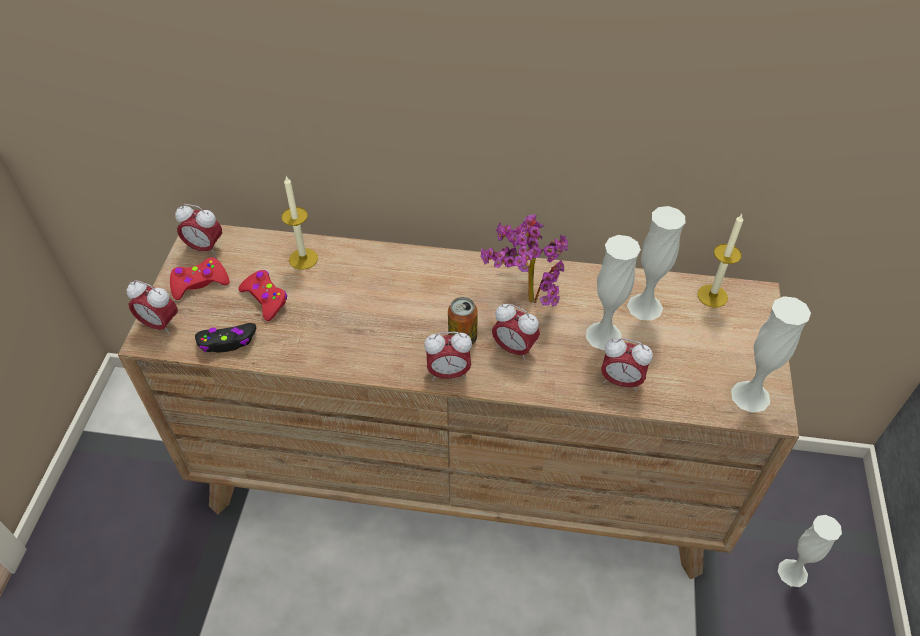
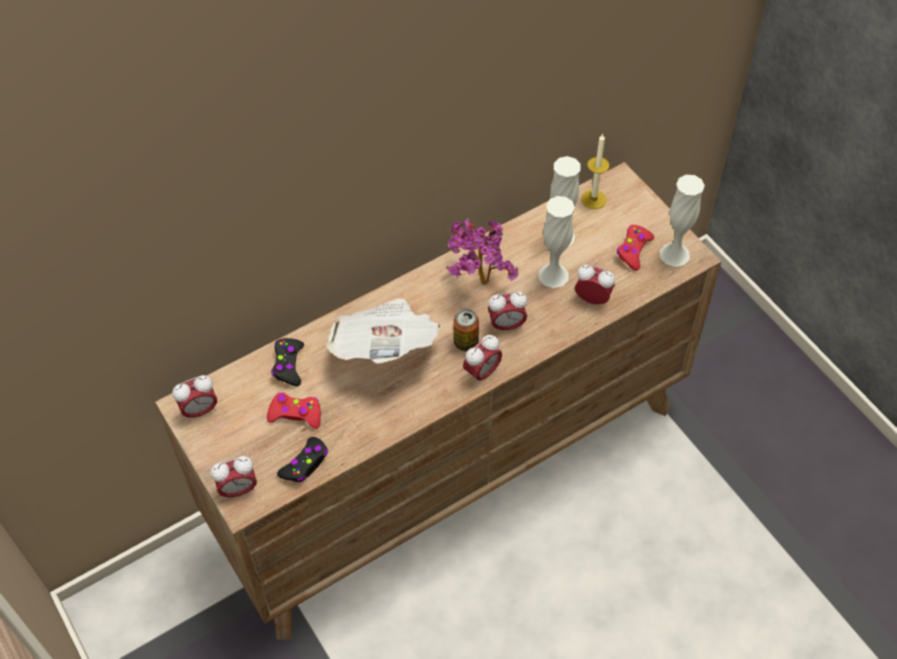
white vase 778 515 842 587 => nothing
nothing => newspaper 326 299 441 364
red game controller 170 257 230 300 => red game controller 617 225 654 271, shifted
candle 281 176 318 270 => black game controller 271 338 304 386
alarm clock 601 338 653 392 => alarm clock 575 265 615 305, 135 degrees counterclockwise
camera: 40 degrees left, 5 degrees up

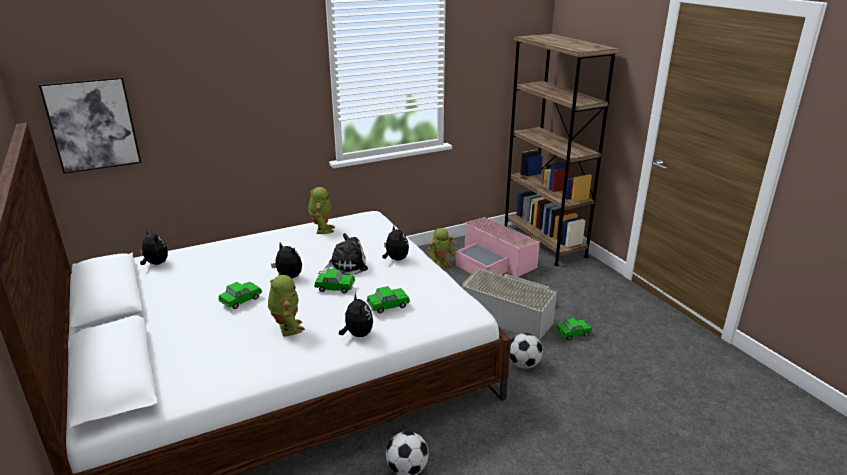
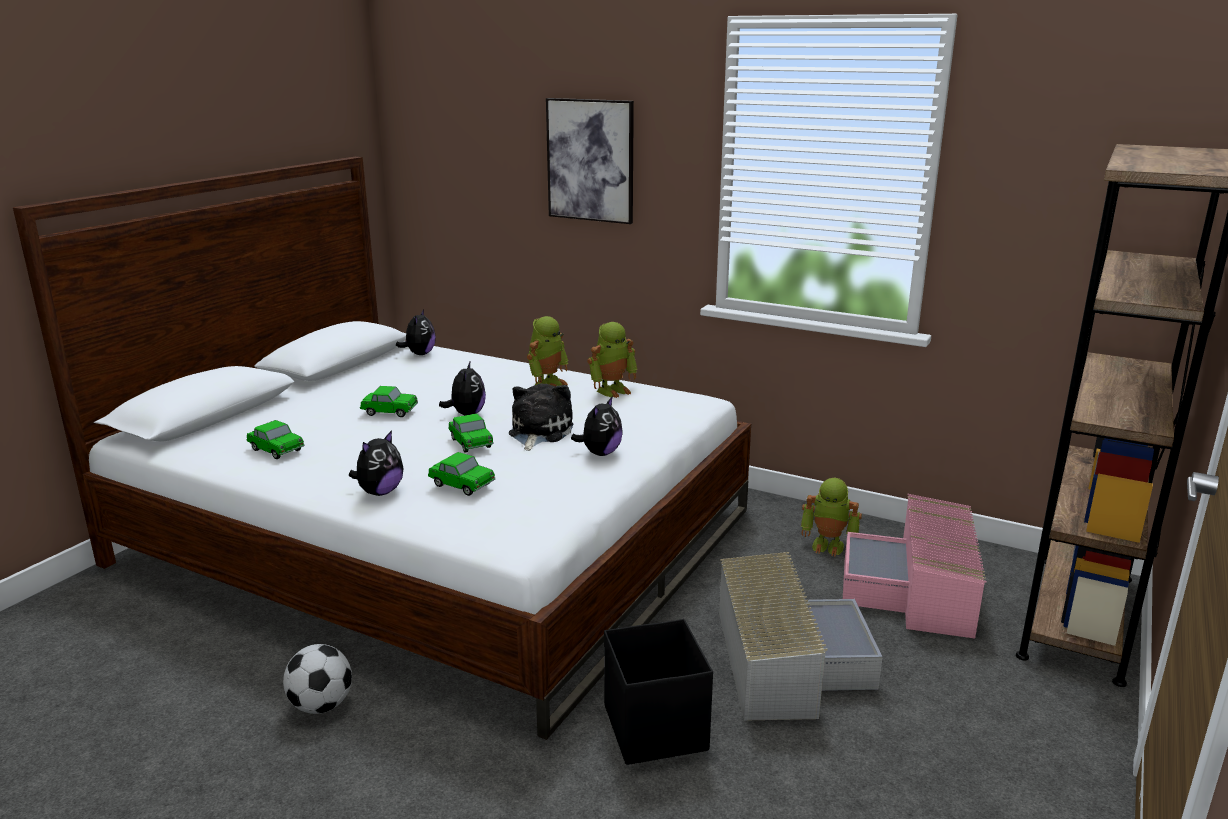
picture 39 77 141 174 => picture 546 98 634 224, shifted
toy robot 268 275 305 337 => toy robot 527 316 569 387, shifted
toy car 556 318 592 340 => toy car 247 420 305 459, shifted
football 510 333 543 369 => black storage box 604 619 713 765
plush toy 318 233 368 275 => plush toy 509 384 573 451, 105 degrees counterclockwise
camera: 55 degrees right, 5 degrees down

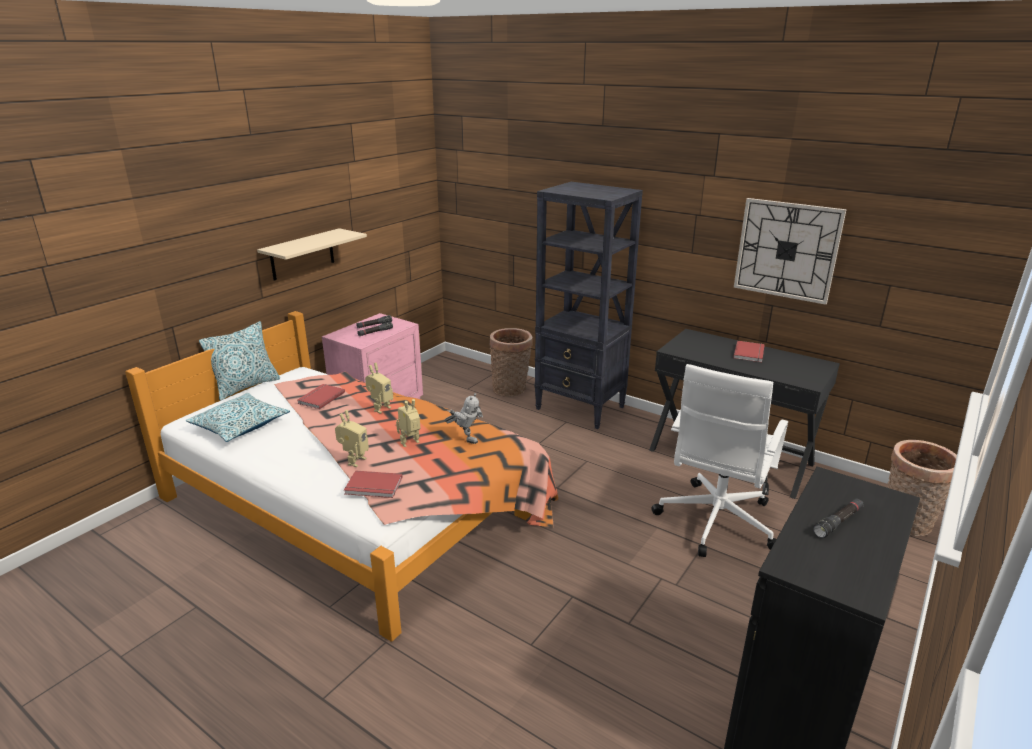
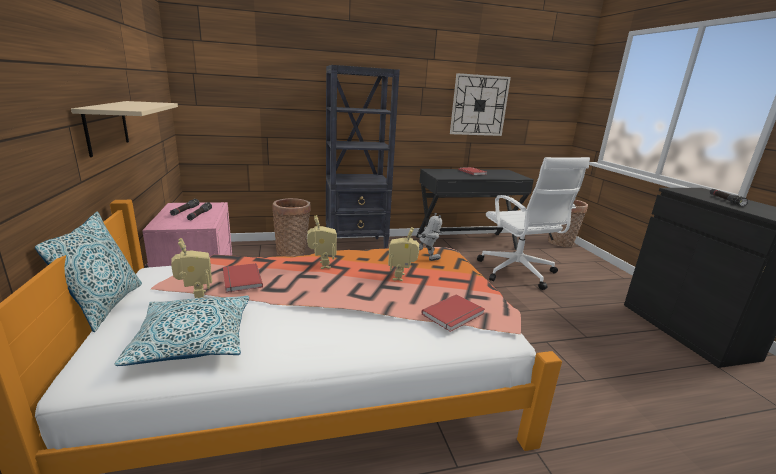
toy robot 335 410 369 467 => toy robot 171 238 212 298, shifted
camera: 50 degrees left, 5 degrees down

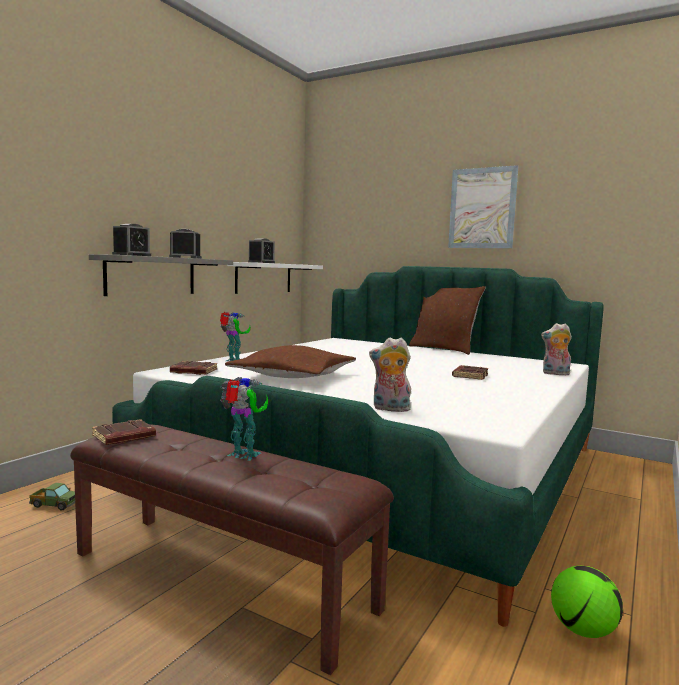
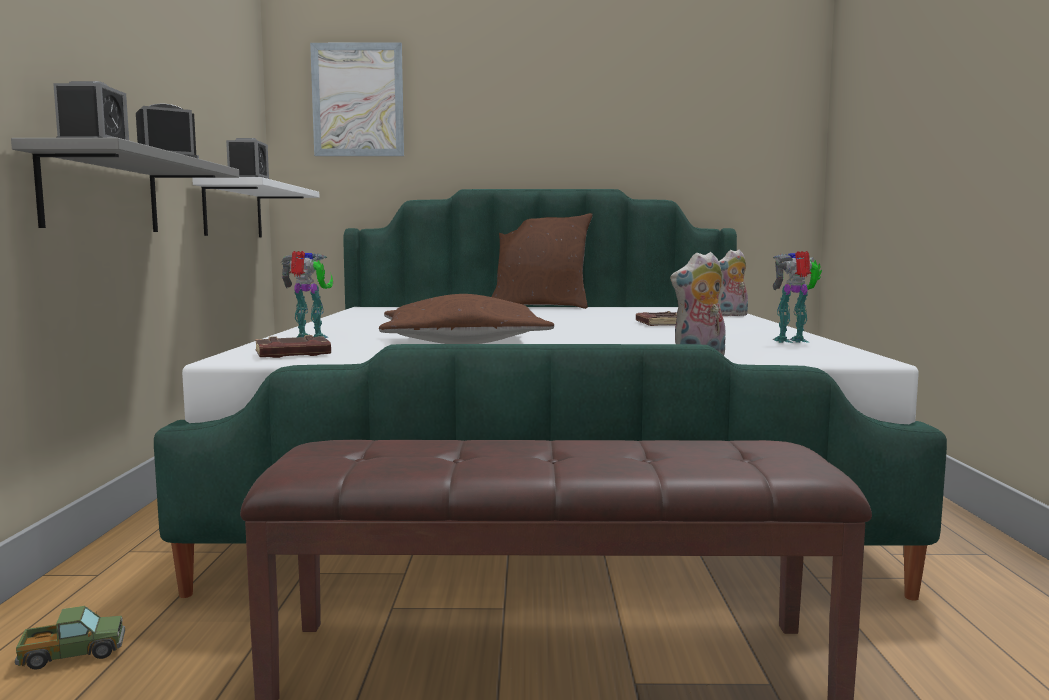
brown book 92 419 156 445 => nothing
football 551 566 623 638 => nothing
toy robot 221 377 268 461 => toy robot 772 251 822 343, shifted
picture 448 165 518 248 => picture 310 42 404 156, shifted
camera: 30 degrees left, 0 degrees up

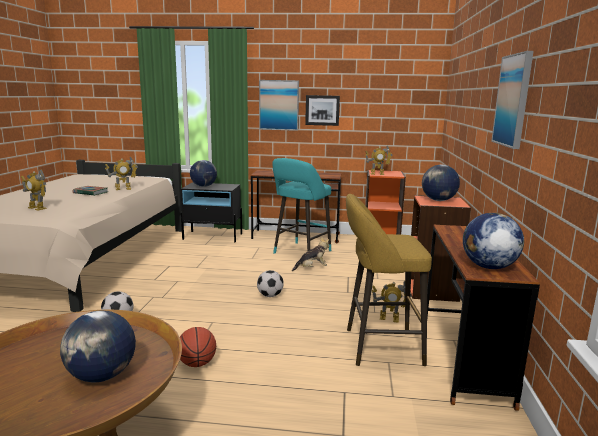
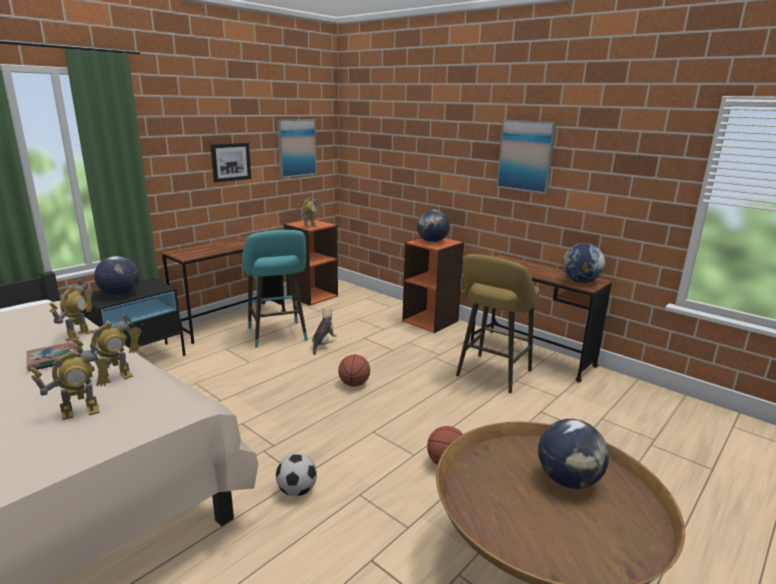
picture 259 80 299 131 => picture 277 119 317 178, shifted
toy robot 372 281 412 323 => toy robot 73 313 142 383, shifted
football 257 270 284 297 => basketball 338 354 370 387
camera: 55 degrees left, 5 degrees up

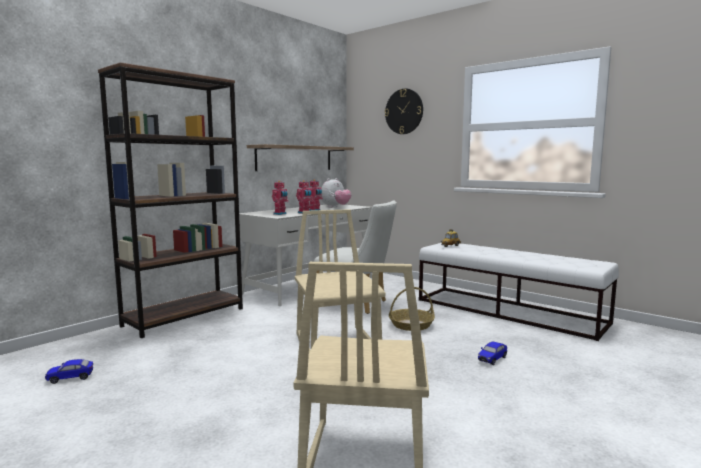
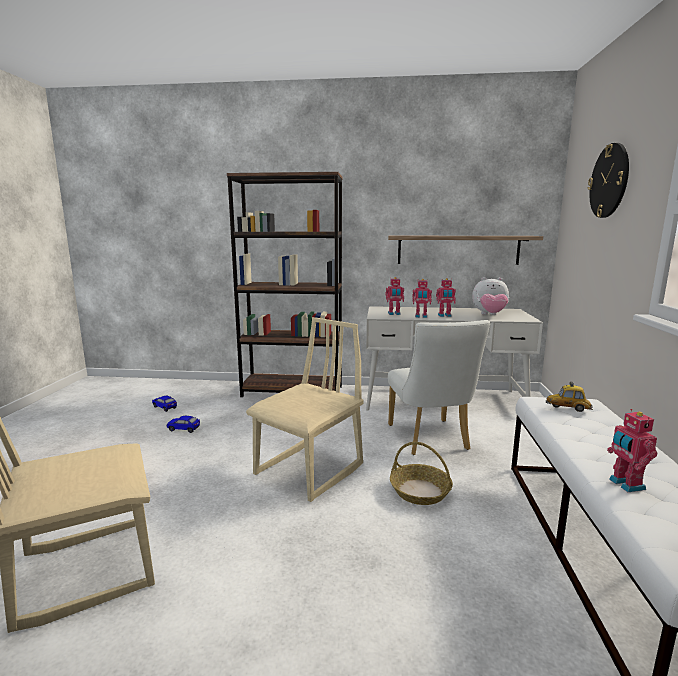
nothing => toy robot 607 409 657 492
toy car 478 341 507 365 => toy car 167 416 200 433, shifted
camera: 55 degrees right, 5 degrees up

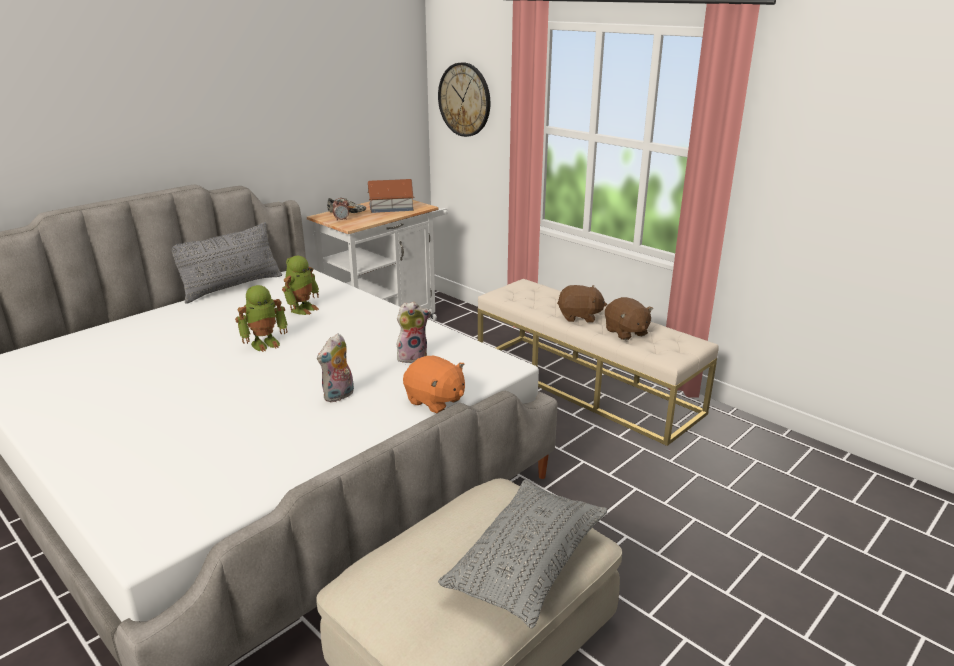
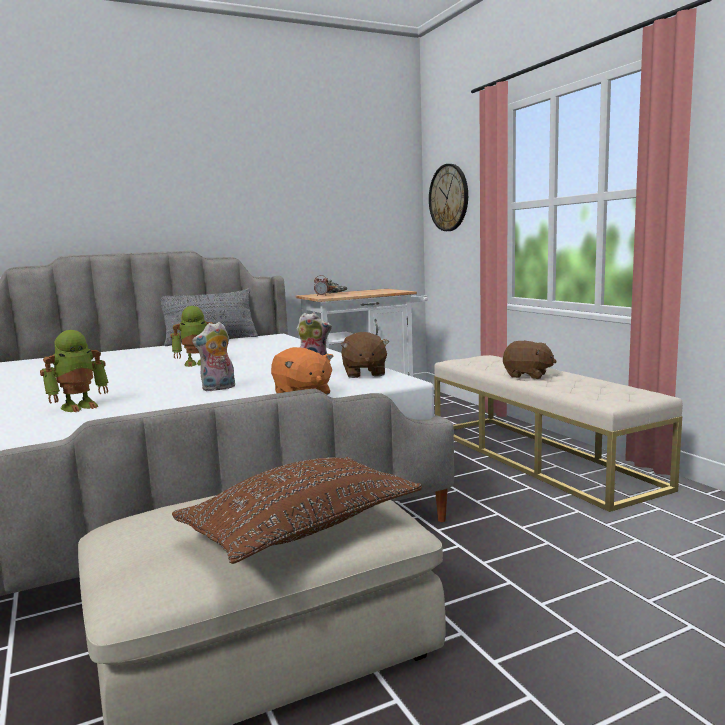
toy house 368 179 414 213 => nothing
toy robot 282 255 319 315 => toy robot 40 330 109 412, shifted
brown plush toy 605 297 653 340 => brown plush toy 341 332 389 378, shifted
grey pillow 438 480 607 628 => brown pillow 172 457 422 564
camera: 20 degrees right, 15 degrees down

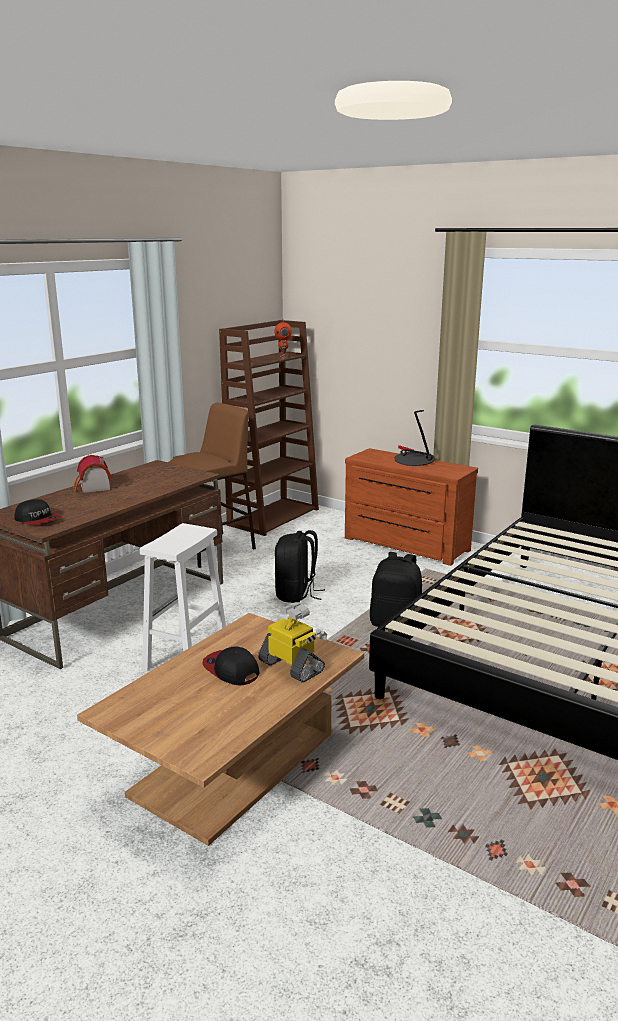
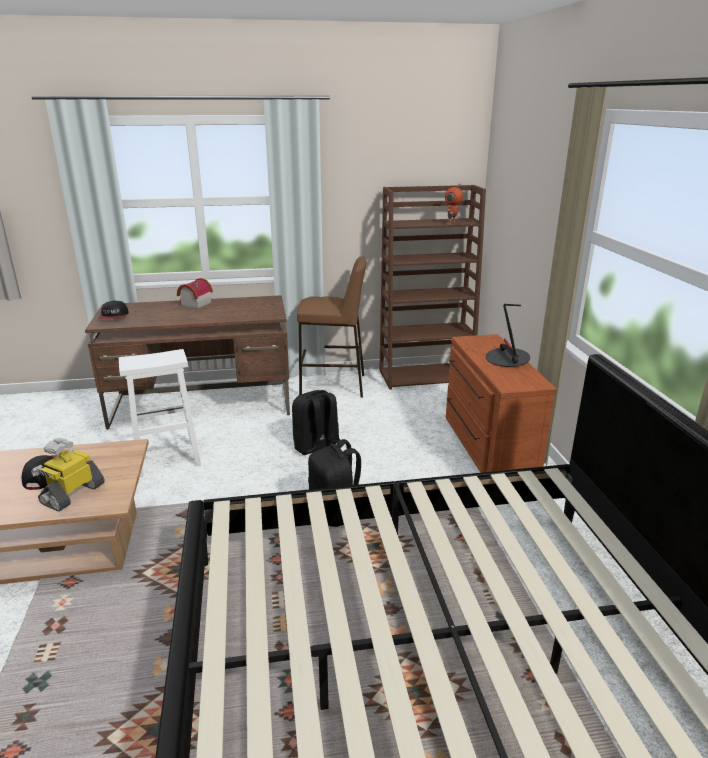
toy robot 258 602 327 682 => toy robot 31 438 105 511, 150 degrees counterclockwise
camera: 45 degrees right, 5 degrees up

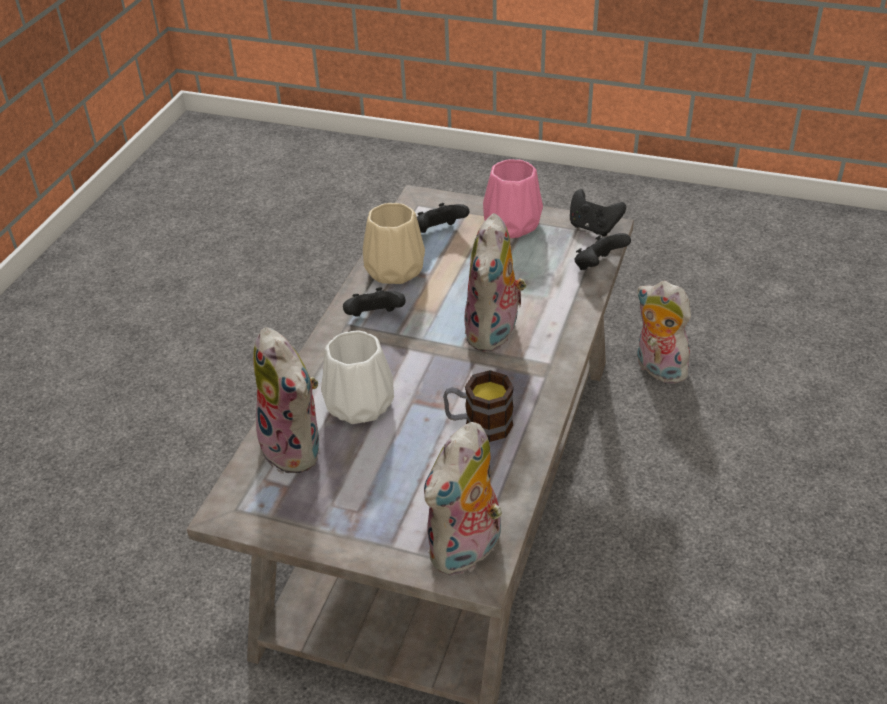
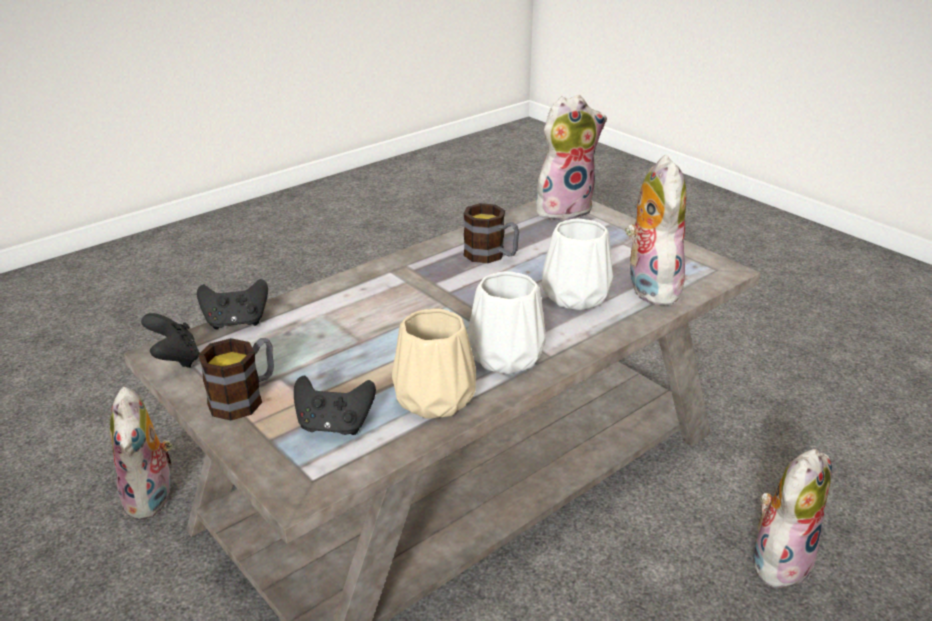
plush toy 464 213 527 352 => plush toy 752 449 832 588, shifted
black game controller 343 288 406 317 => white vase 468 271 546 374
pink vase 483 159 543 238 => mug 198 338 274 421
camera: 150 degrees left, 10 degrees down

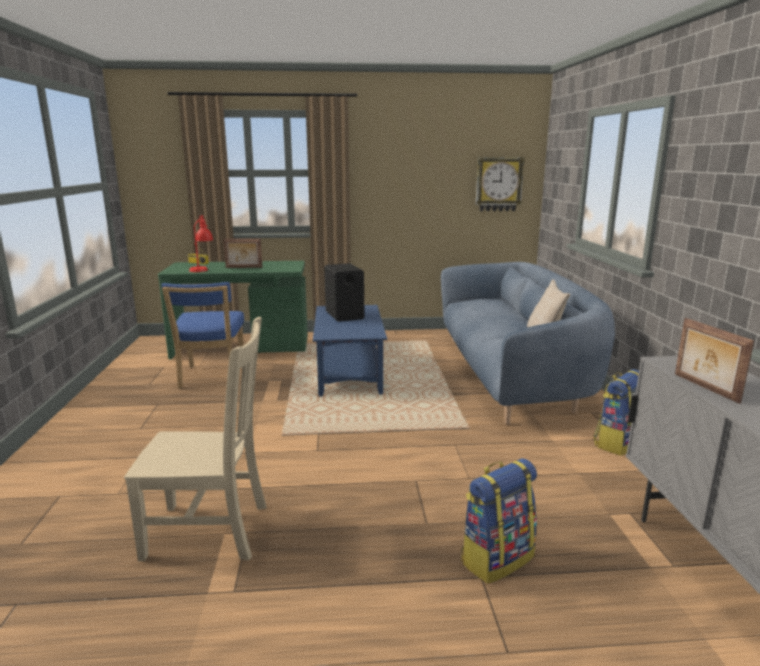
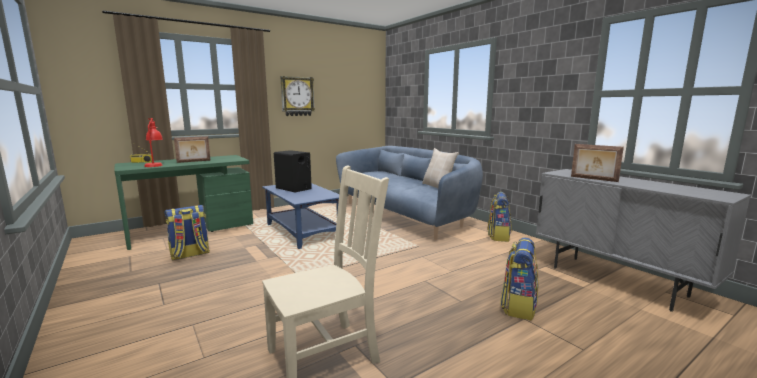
wall clock 475 157 525 211 => wall clock 280 76 315 116, shifted
blue chair 162 282 244 388 => backpack 164 205 210 260
camera: 30 degrees left, 5 degrees down

